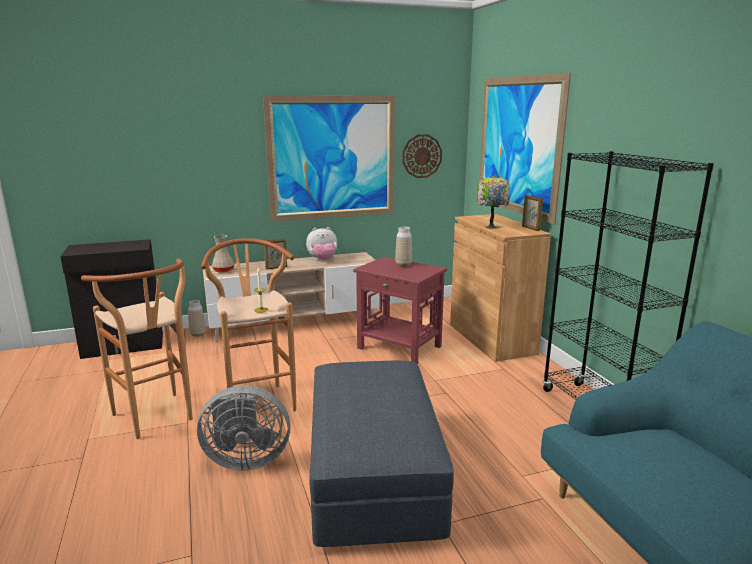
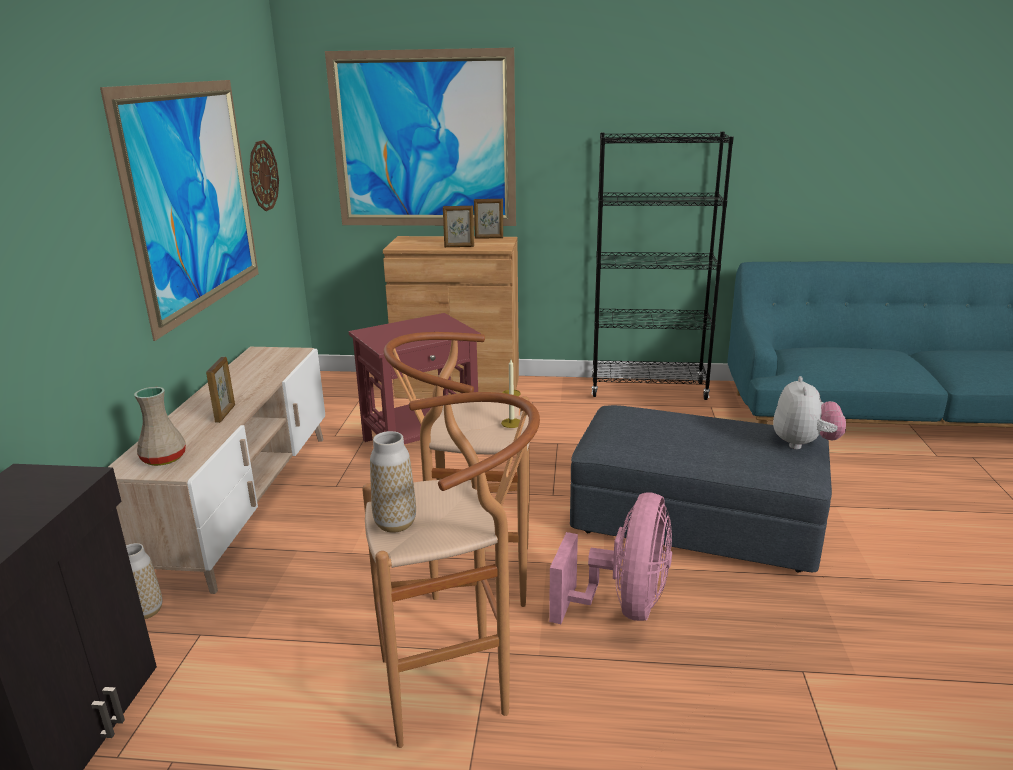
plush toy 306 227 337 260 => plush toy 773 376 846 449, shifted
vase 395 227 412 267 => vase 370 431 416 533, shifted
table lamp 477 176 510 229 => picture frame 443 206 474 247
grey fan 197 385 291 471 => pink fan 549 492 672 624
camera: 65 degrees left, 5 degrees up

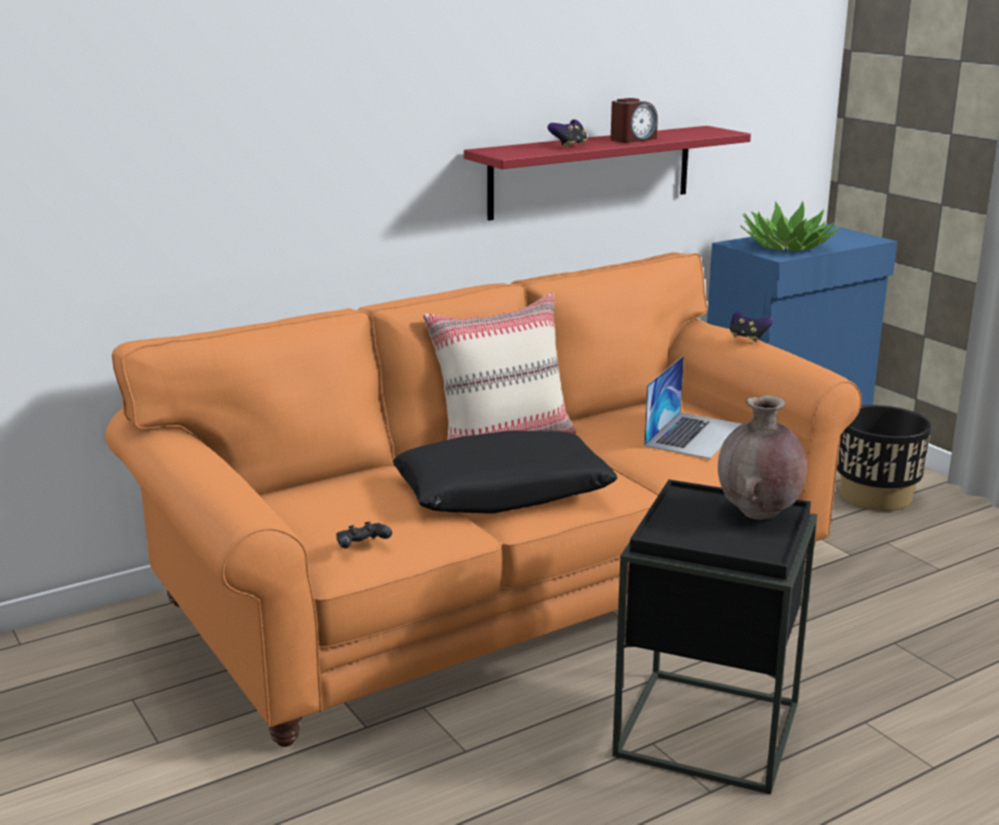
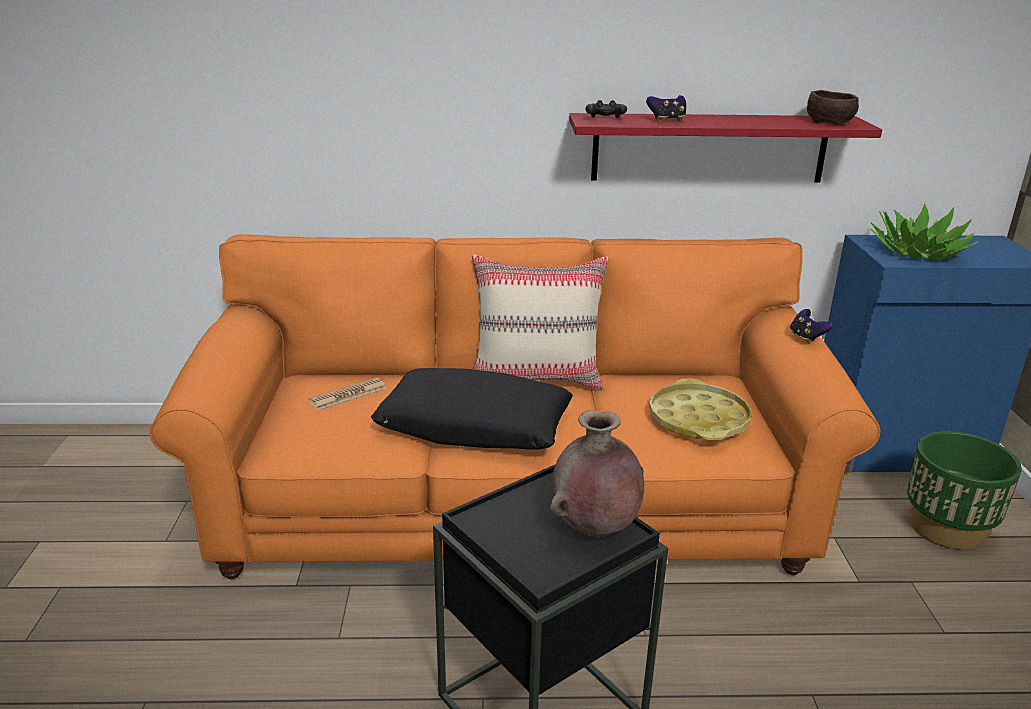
alarm clock 611 98 658 143 => nothing
nothing => newspaper 308 378 387 410
nothing => brown bowl 807 90 859 125
black game controller 336 521 392 548 => black game controller 585 100 627 118, shifted
laptop 644 356 742 459 => yellow tray 649 378 752 440
black planter 837 405 931 511 => green planter 907 431 1022 550
camera: 30 degrees right, 5 degrees up

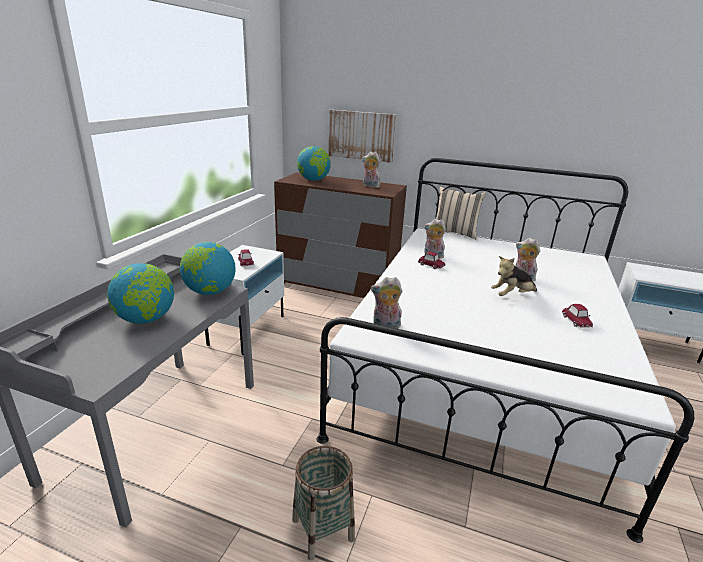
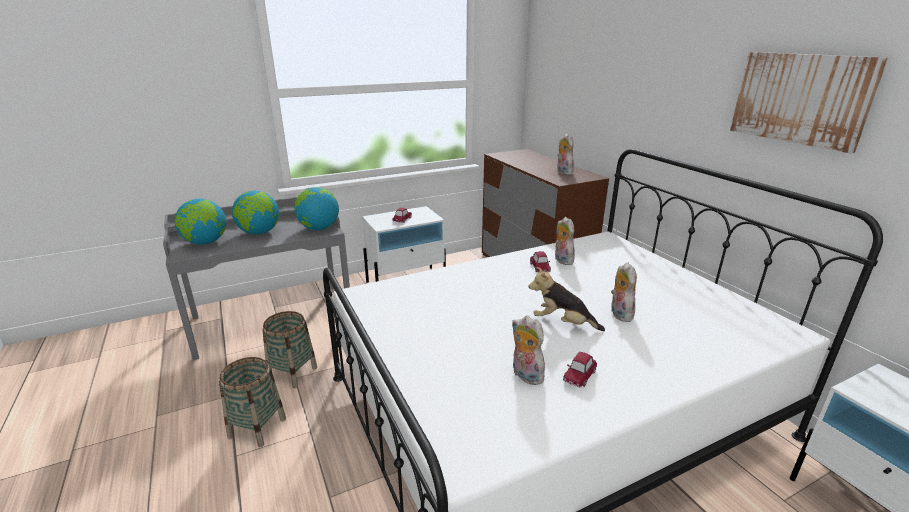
beige pillow 436 187 486 239 => nothing
nothing => basket 262 311 317 388
globe 297 146 331 181 => globe 175 199 226 245, shifted
picture 329 110 396 163 => picture 730 52 889 153, shifted
plush toy 371 277 402 329 => plush toy 512 316 546 385, shifted
camera: 45 degrees right, 0 degrees up

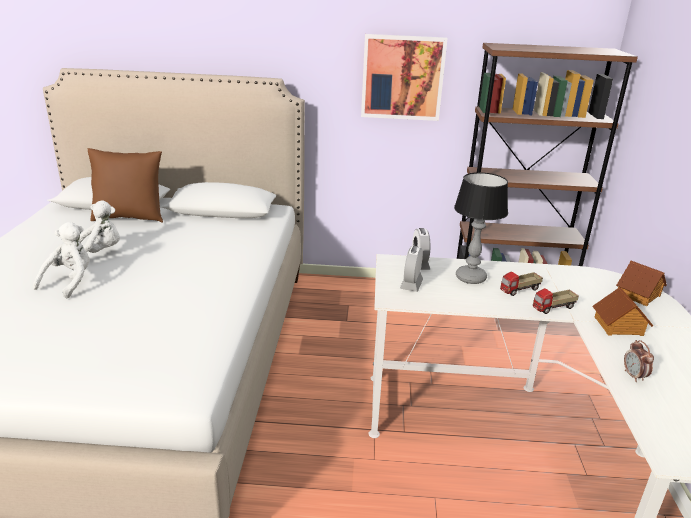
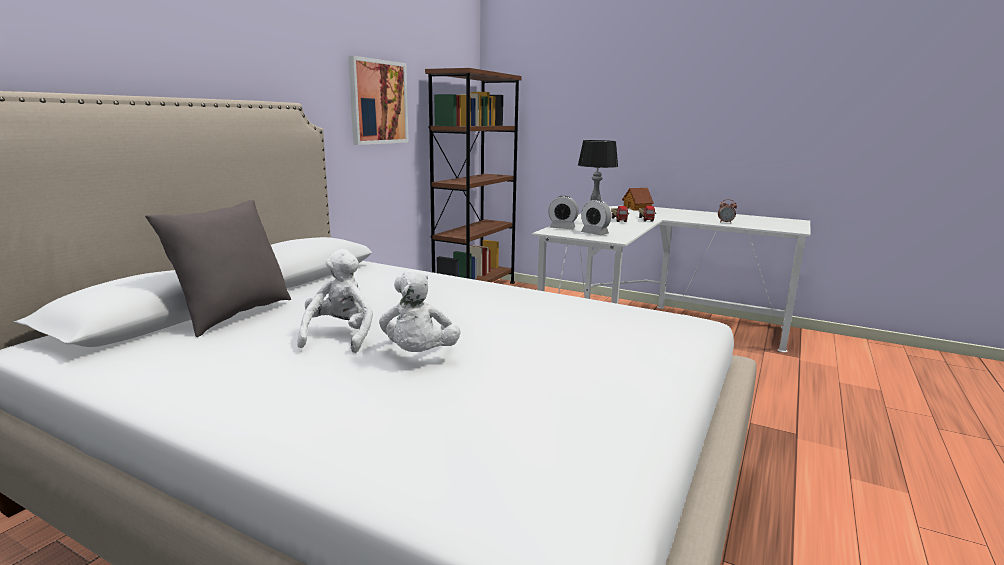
toy house 593 287 653 336 => nothing
brown pillow 88 148 163 223 => grey pillow 145 200 291 337
white plush toy 33 222 90 299 => white plush toy 379 270 461 352, 135 degrees counterclockwise
camera: 65 degrees left, 10 degrees down

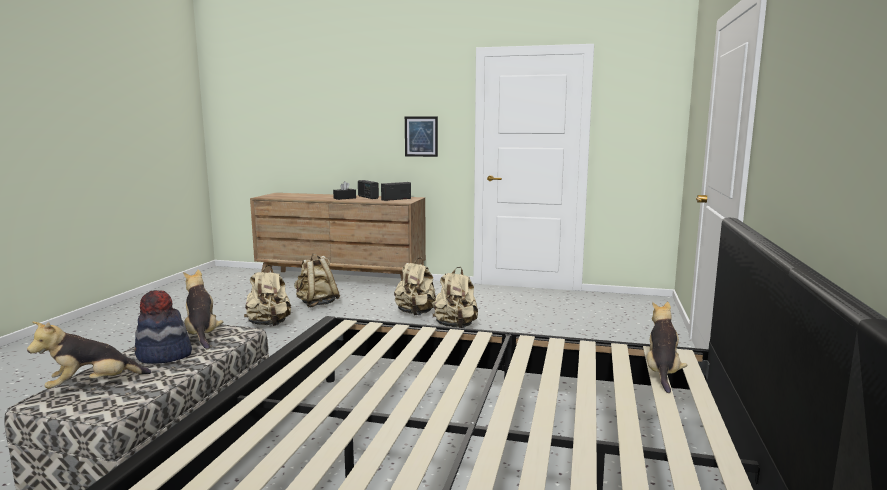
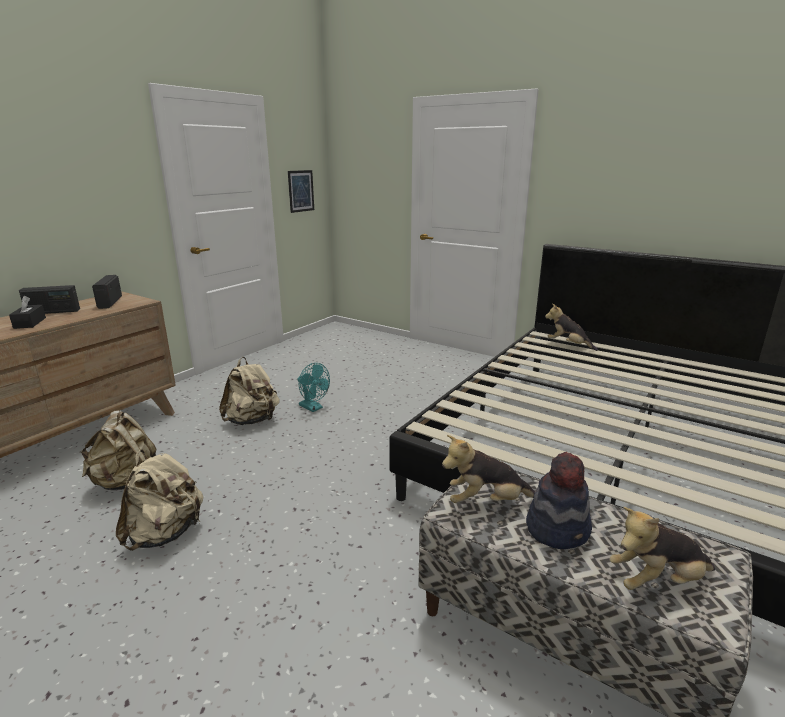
picture 405 116 438 157 => picture 288 170 314 213, shifted
beige backpack 433 267 478 328 => turquoise fan 298 363 330 412
plush toy 27 321 151 389 => plush toy 609 507 715 590, 90 degrees clockwise
camera: 70 degrees left, 10 degrees up

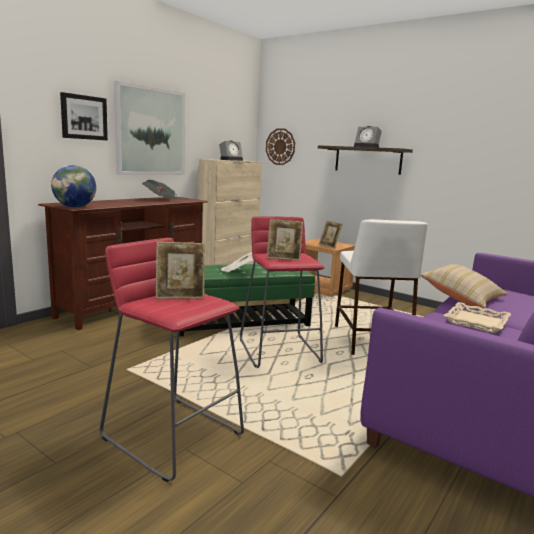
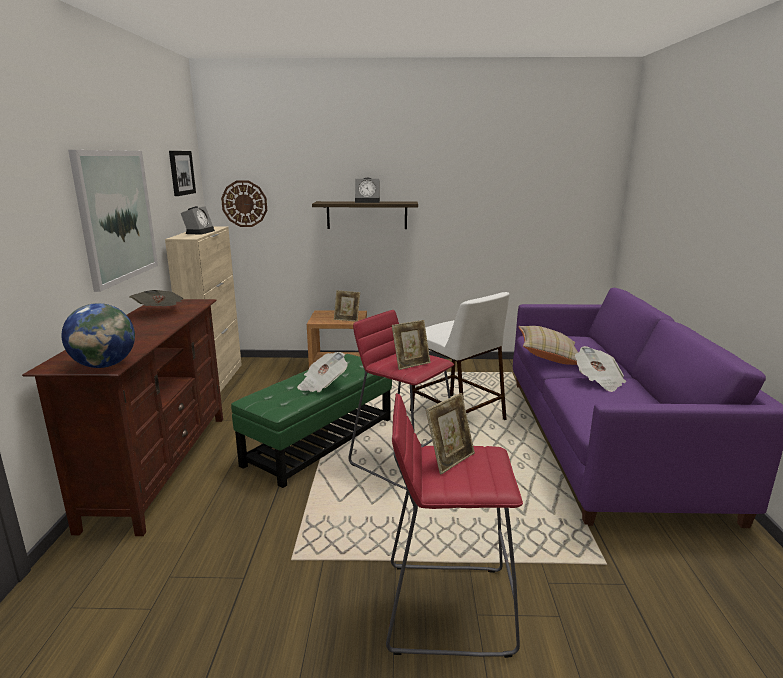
picture 60 92 108 140 => picture 169 151 196 196, shifted
beige tray 444 302 511 333 => newspaper 575 346 626 392
camera: 35 degrees left, 5 degrees up

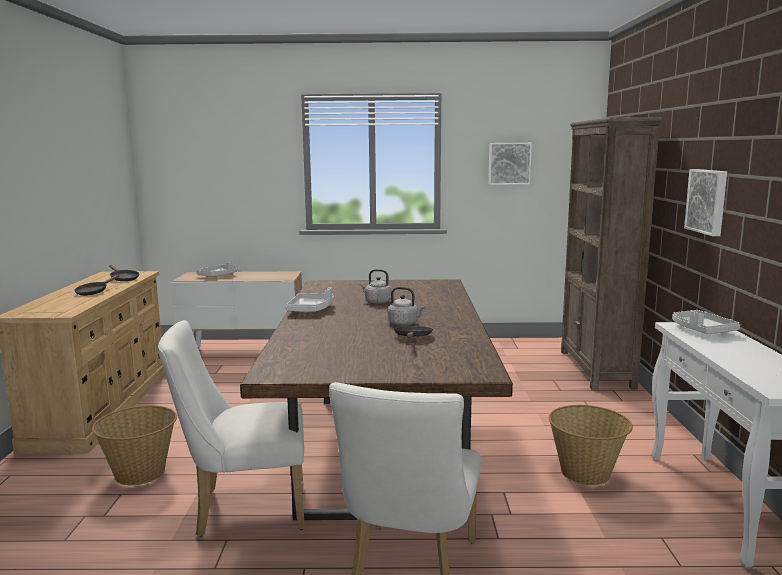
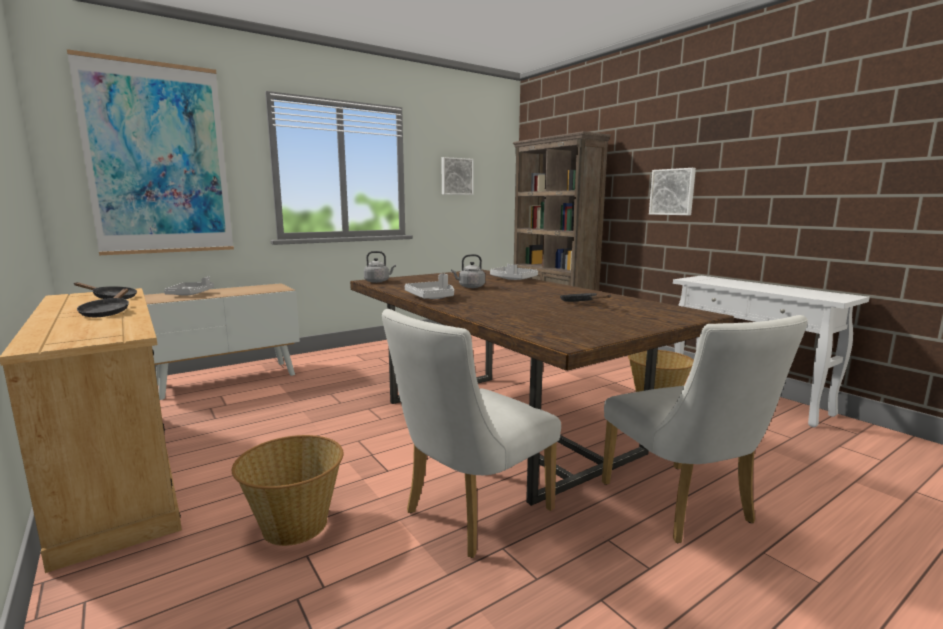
nothing => picture 67 49 234 255
grey kettle 388 287 426 326 => grey kettle 364 251 396 283, shifted
grey tray 672 310 740 334 => grey tray 490 264 538 280, shifted
camera: 35 degrees left, 0 degrees up

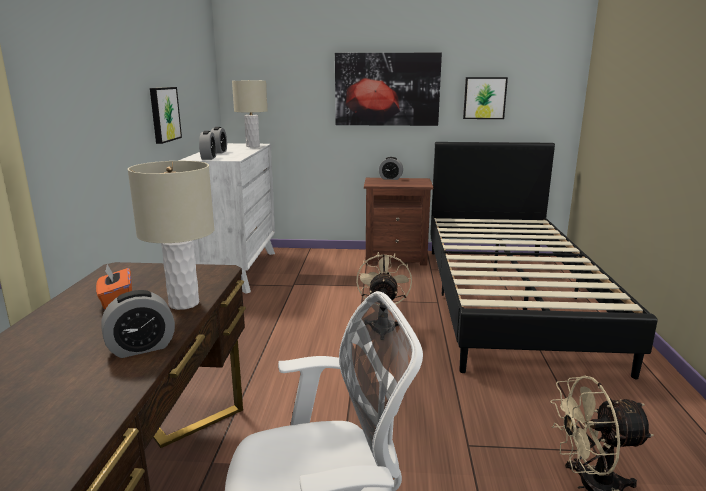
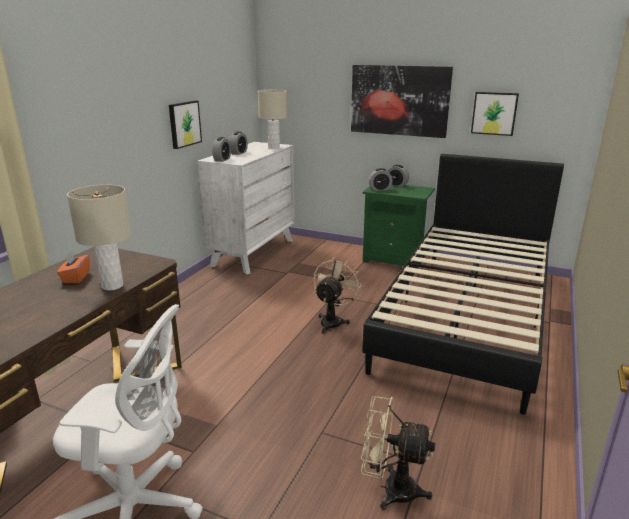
alarm clock 101 290 175 358 => alarm clock 368 168 393 191, shifted
brown nightstand 364 178 433 266 => green nightstand 363 185 435 266
camera: 20 degrees right, 5 degrees up

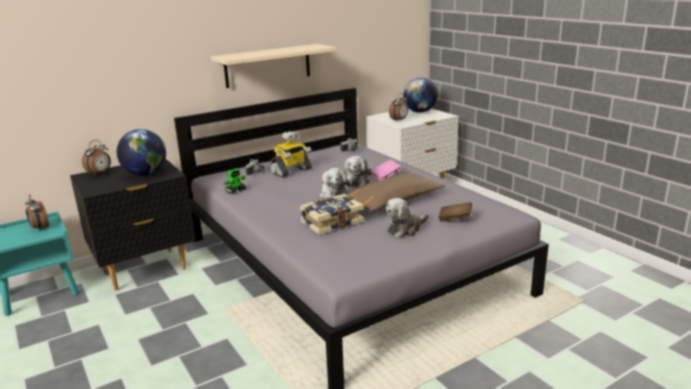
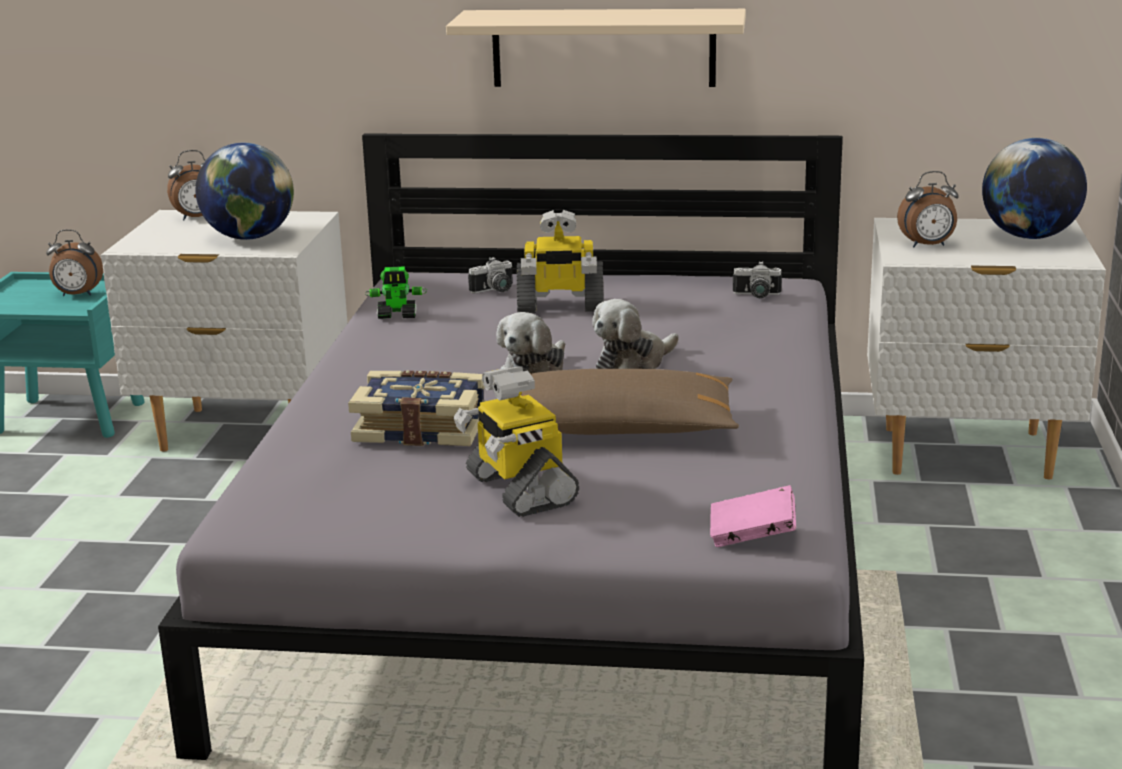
brown book 438 202 472 222 => nothing
pink book 372 159 401 181 => pink book 710 485 796 547, shifted
plush toy 386 198 428 238 => toy robot 453 367 579 517
black nightstand 70 159 196 291 => white nightstand 101 210 348 452
alarm clock 25 194 49 231 => alarm clock 46 229 103 296, 90 degrees counterclockwise
camera: 40 degrees right, 0 degrees up

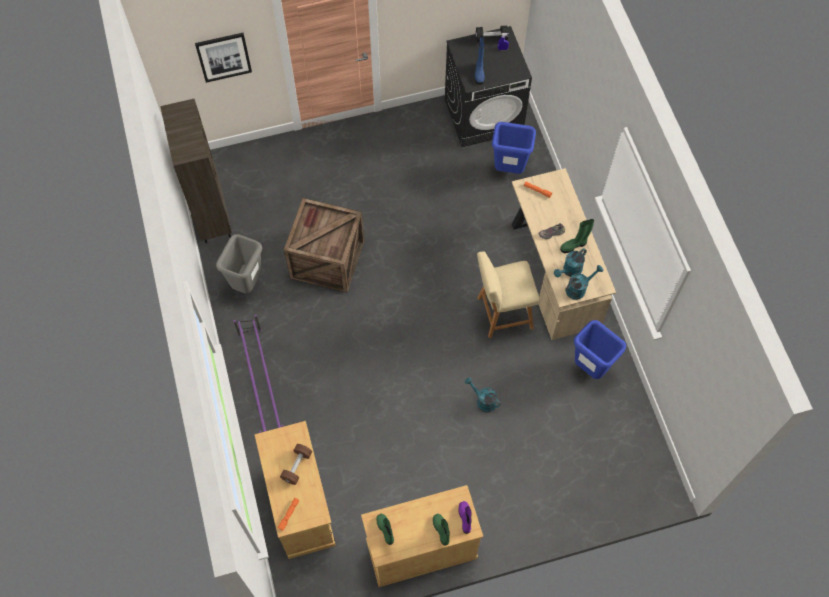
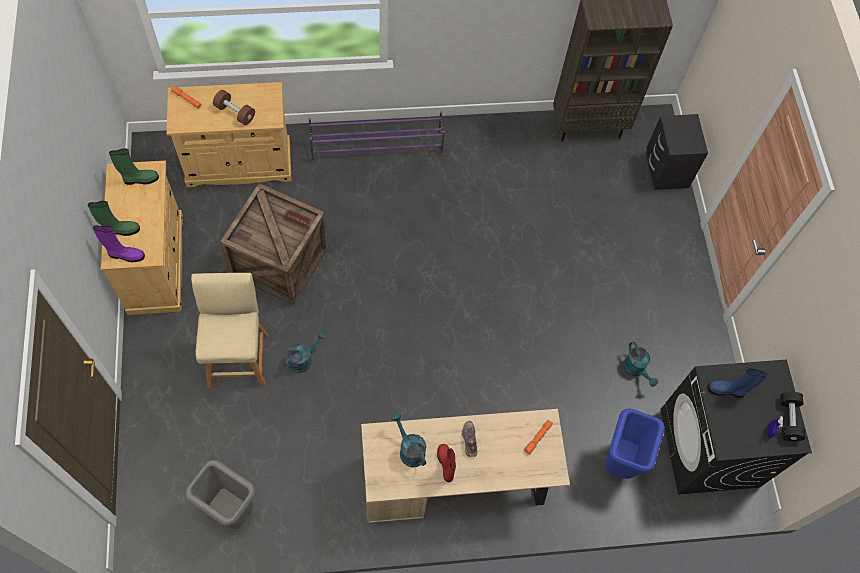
picture 195 33 252 83 => nothing
blue trash can 574 320 626 379 => nothing
nothing => black nightstand 646 114 708 190
grey trash can 216 234 262 293 => grey trash can 185 460 255 529, shifted
crate 284 198 364 293 => crate 220 183 329 305, shifted
beige stool 477 251 539 338 => beige stool 191 273 268 388, shifted
turquoise watering can 565 265 604 300 => turquoise watering can 623 342 658 387, shifted
green boot 560 219 594 253 => red boot 437 444 456 482
camera: 95 degrees right, 0 degrees up

